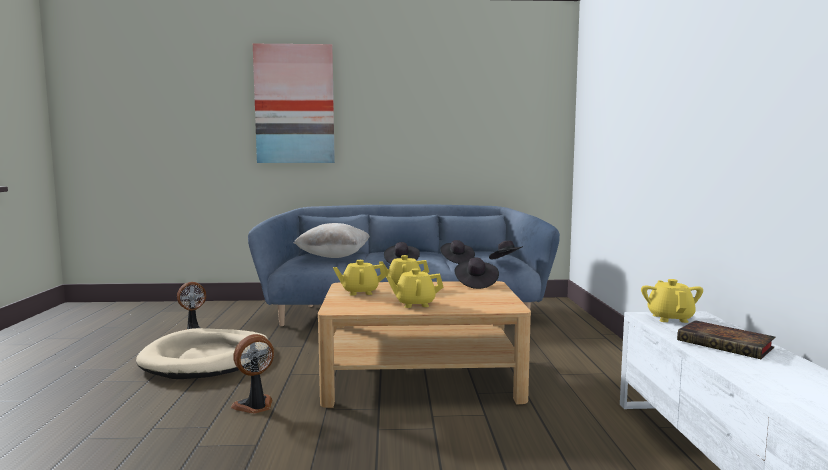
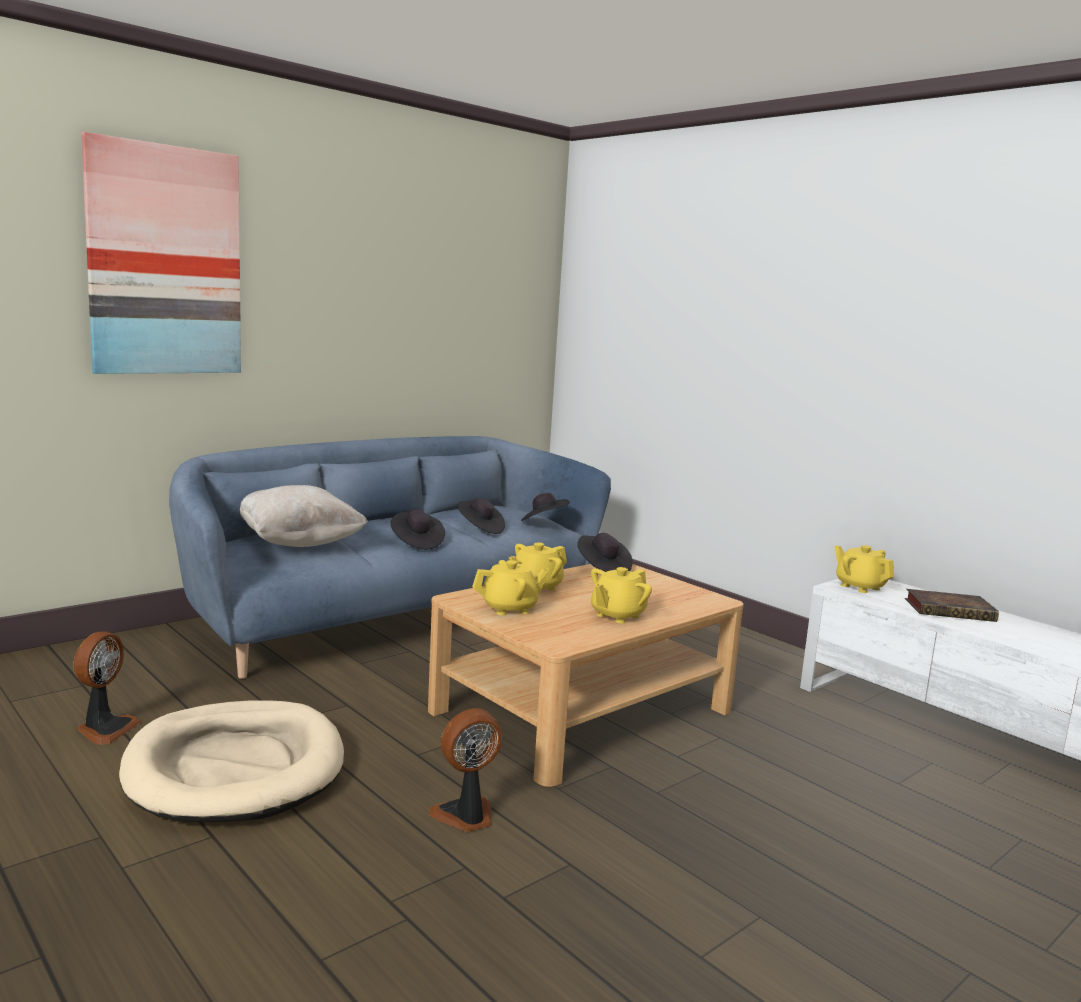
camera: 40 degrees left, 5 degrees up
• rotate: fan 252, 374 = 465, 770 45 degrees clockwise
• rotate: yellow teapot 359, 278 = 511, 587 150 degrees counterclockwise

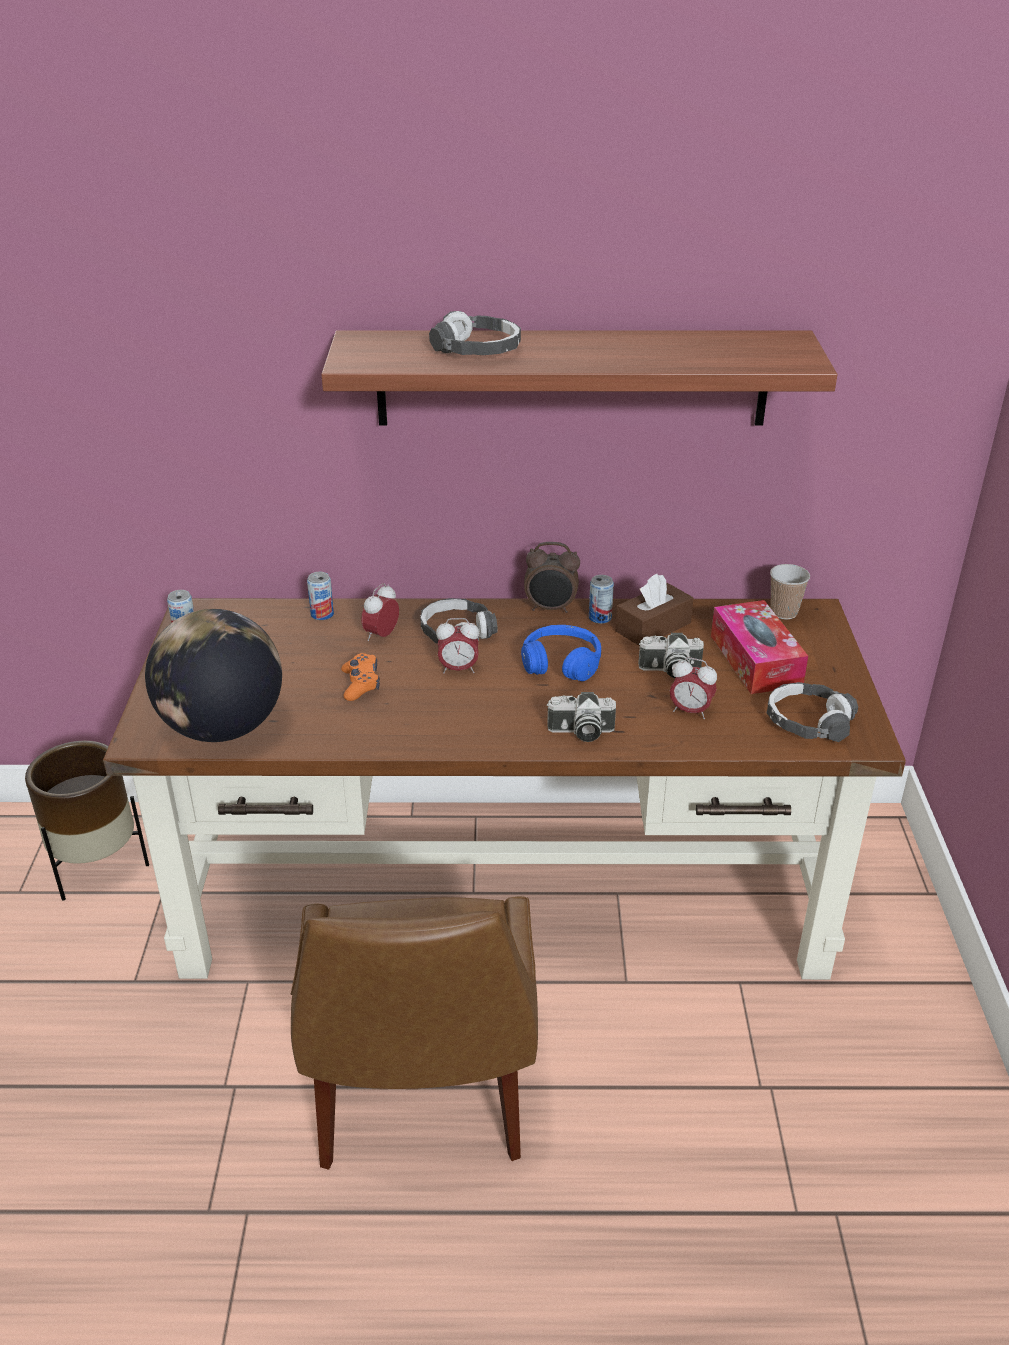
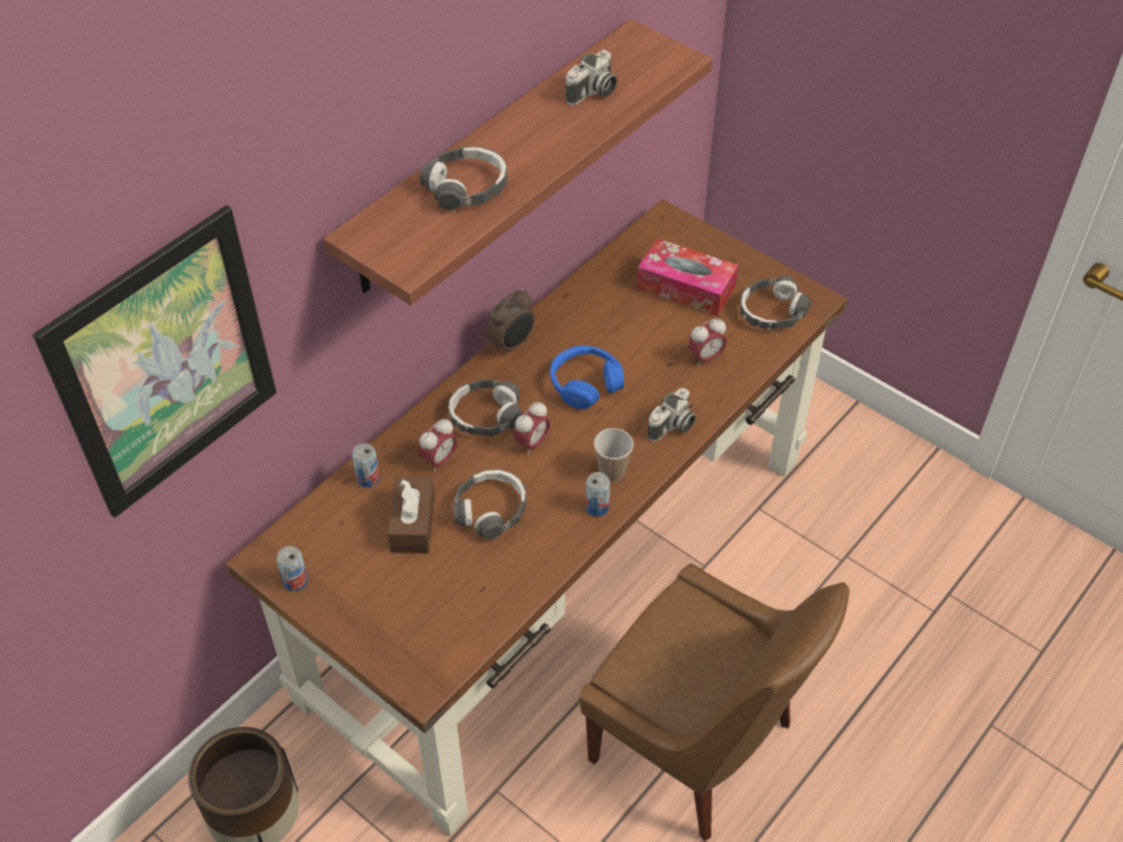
camera: 50 degrees left, 15 degrees up
• insert: picture 155, 361
• move: brown tissue box 655, 610 to 411, 515
• rotate: alarm clock 380, 612 = 437, 445 120 degrees counterclockwise
• replace: orange game controller 360, 677 to headphones 489, 504
• move: photo camera 671, 655 to 591, 77
• move: can 601, 599 to 598, 494
• move: cup 790, 591 to 614, 455
• delete: globe 213, 675

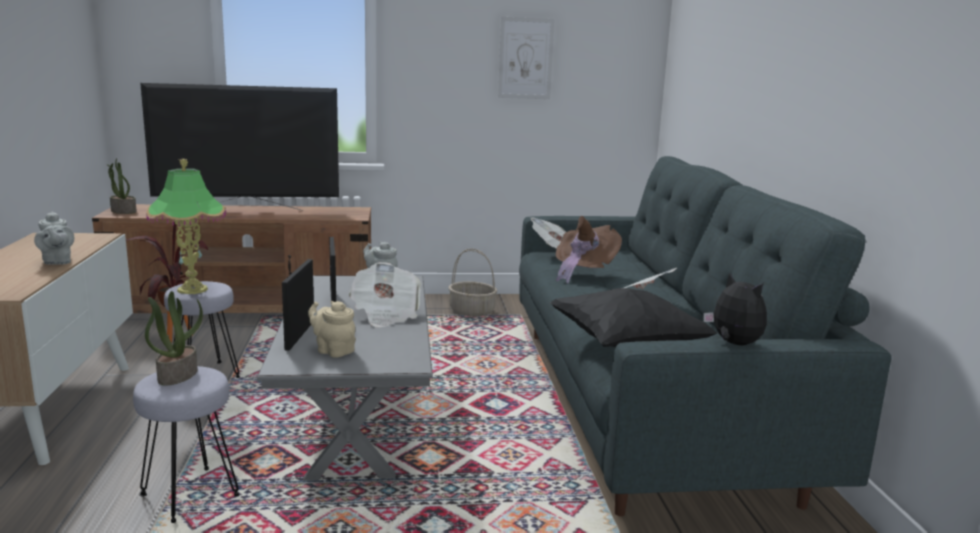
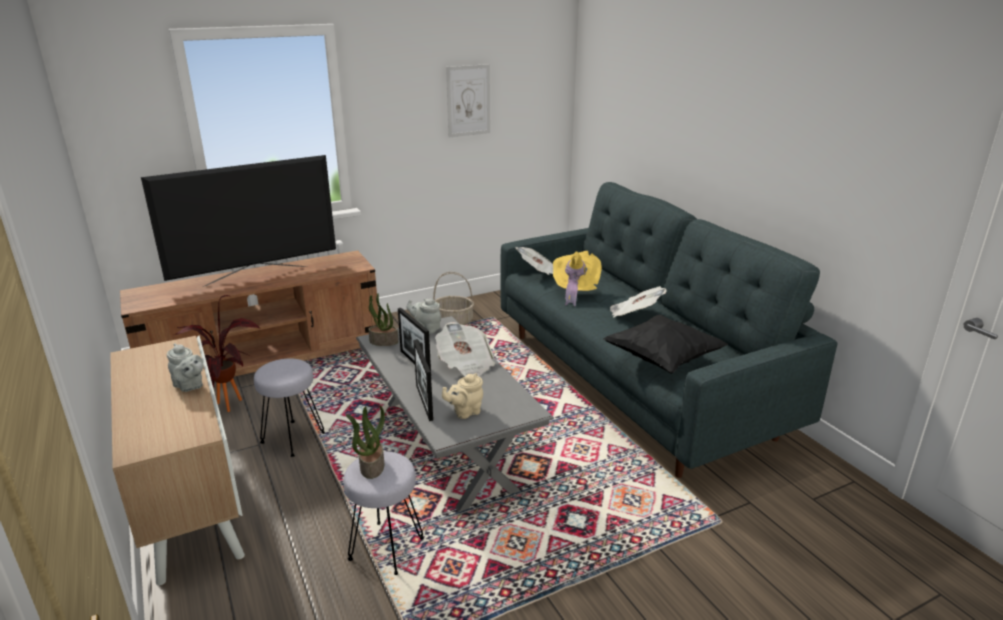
camera: 20 degrees left, 10 degrees up
• move: potted plant 122, 186 to 383, 319
• rotate: beige teapot 332, 329 = 462, 396 45 degrees counterclockwise
• recolor: brown hat 589, 250 to yellow hat 577, 279
• delete: table lamp 186, 226
• delete: plush toy 735, 309

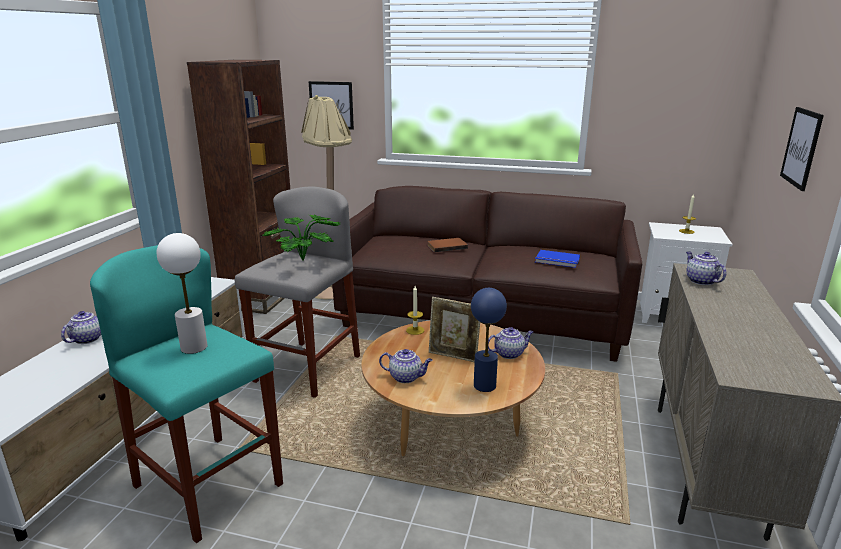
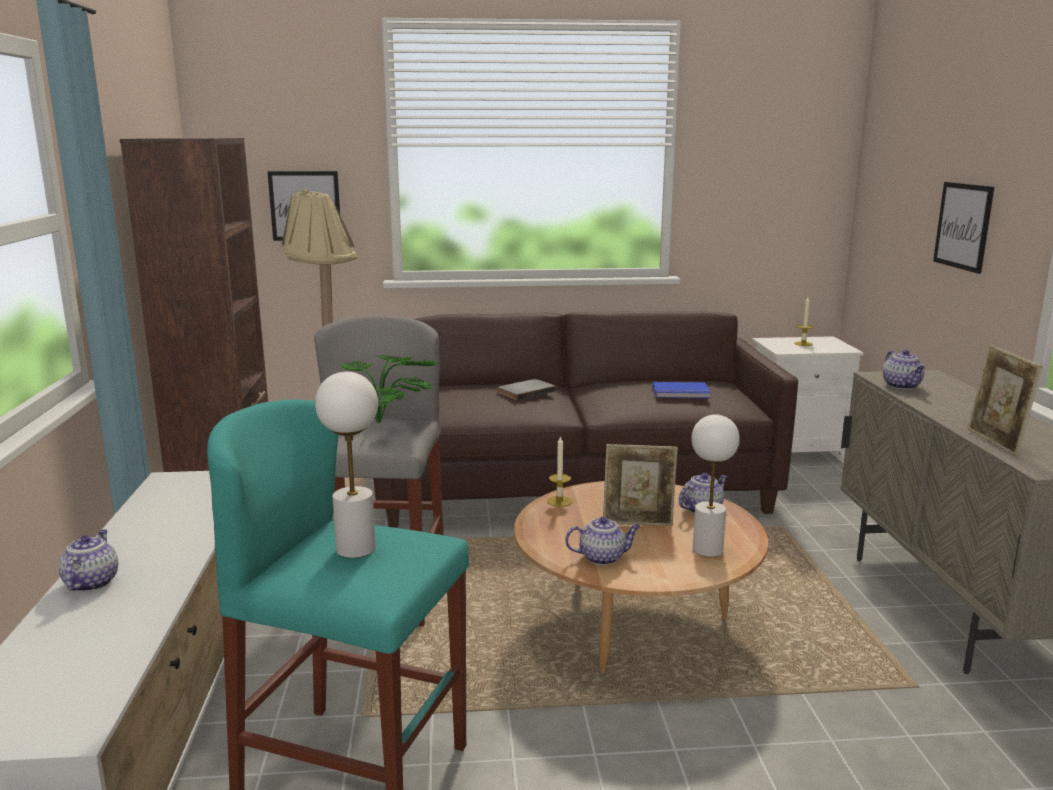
camera: 20 degrees left, 5 degrees down
• recolor: brown book 447, 245 to grey book 527, 389
• recolor: blue table lamp 489, 340 to white table lamp 715, 485
• rotate: teapot 706, 268 = 904, 370 150 degrees counterclockwise
• insert: picture frame 1005, 400

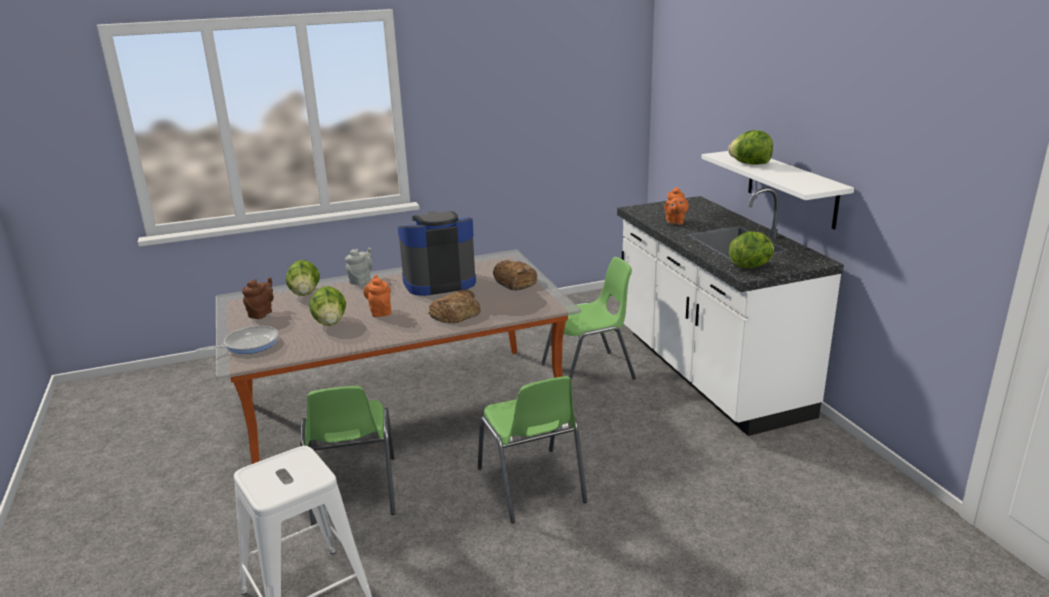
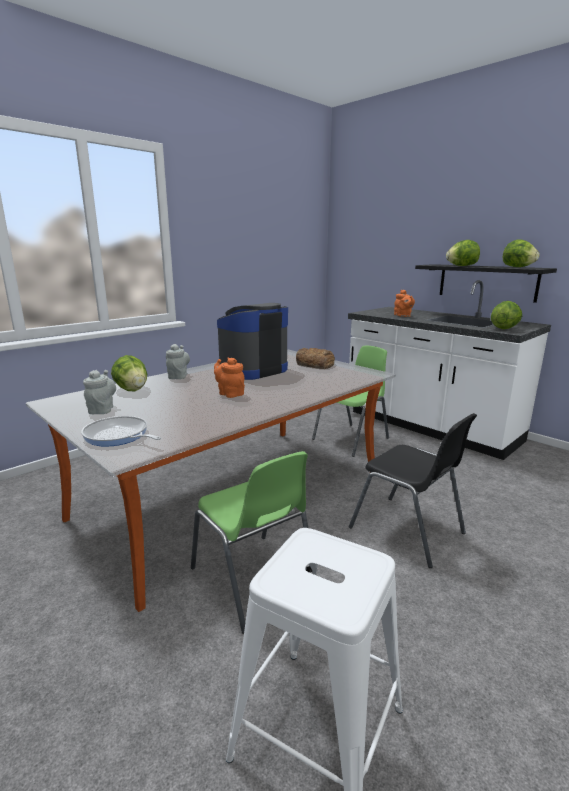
camera: 25 degrees left, 5 degrees down
• rotate: frying pan 237, 340 = 121, 431 90 degrees counterclockwise
• recolor: brown teapot 258, 298 to grey teapot 99, 392
• recolor: green chair 532, 449 to black chair 413, 490
• recolor: white shelf 777, 190 to black shelf 486, 283
• move: lettuce 328, 306 to 521, 253
• delete: bread 454, 306

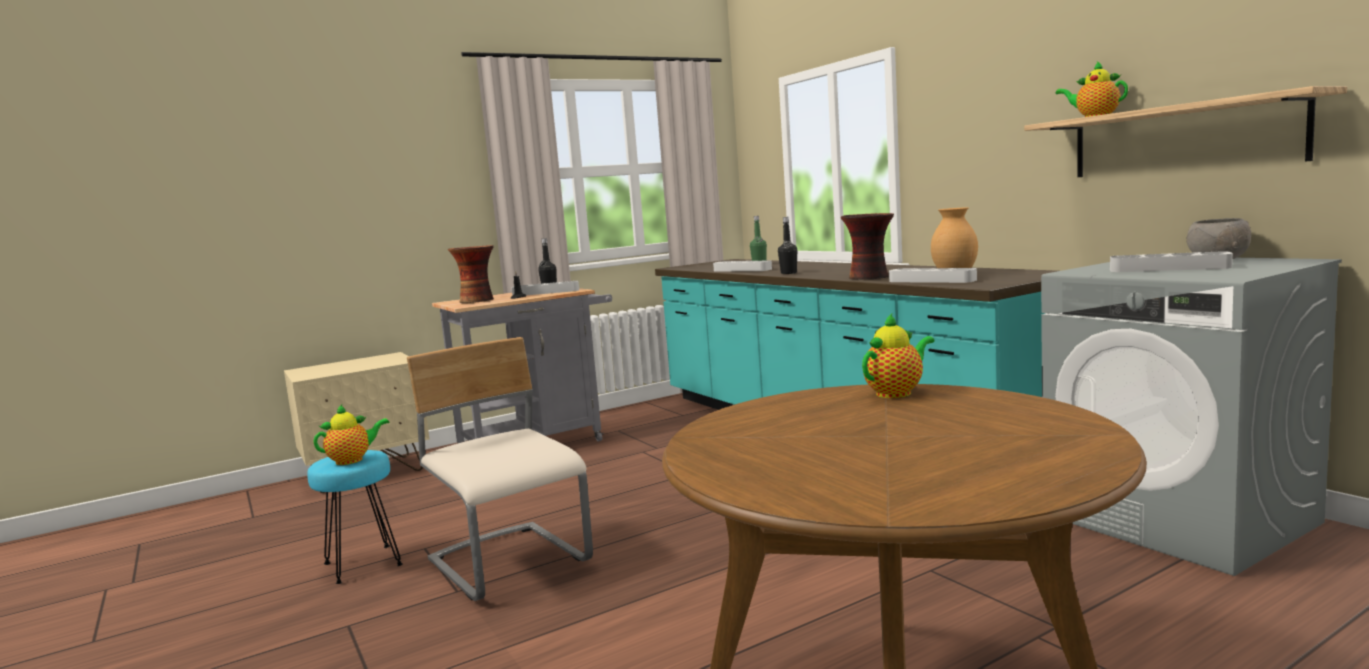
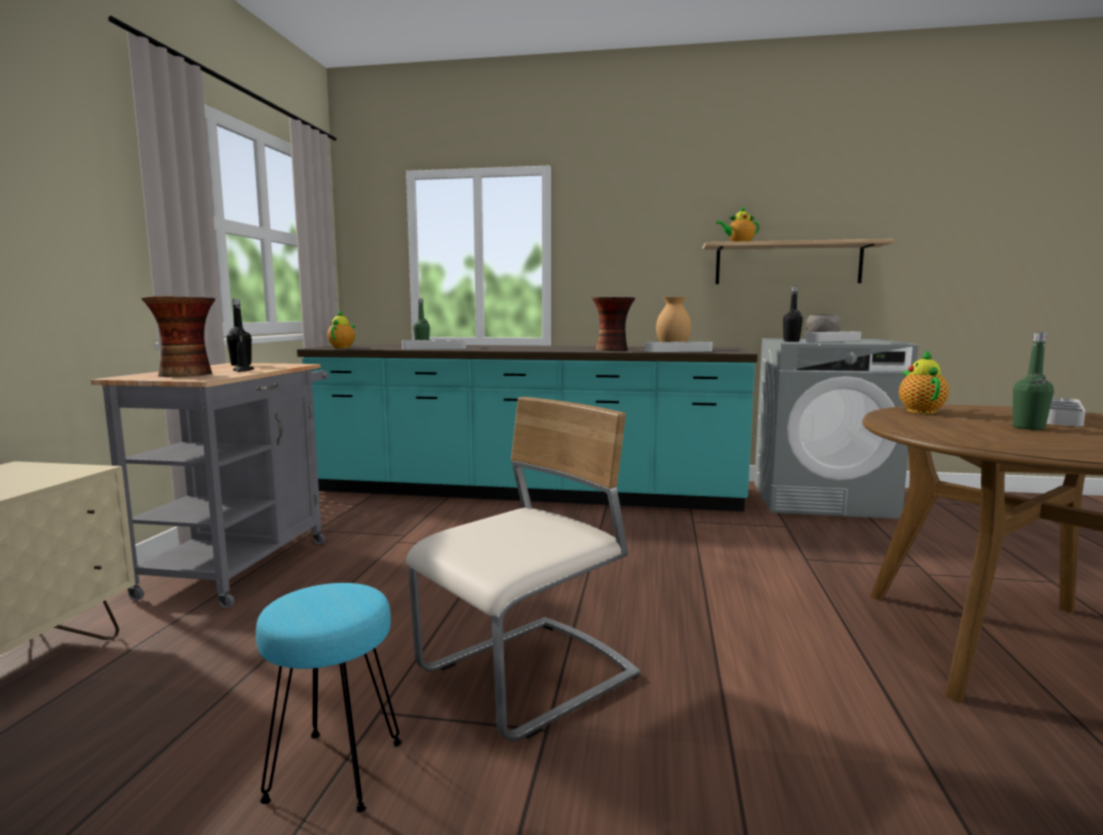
camera: 50 degrees left, 0 degrees up
• move: teapot 351, 434 to 341, 329
• rotate: beige chair 500, 469 = 523, 569 135 degrees clockwise
• move: black bottle 787, 245 to 793, 314
• insert: green bottle 1033, 381
• move: grey tray 545, 288 to 1066, 412

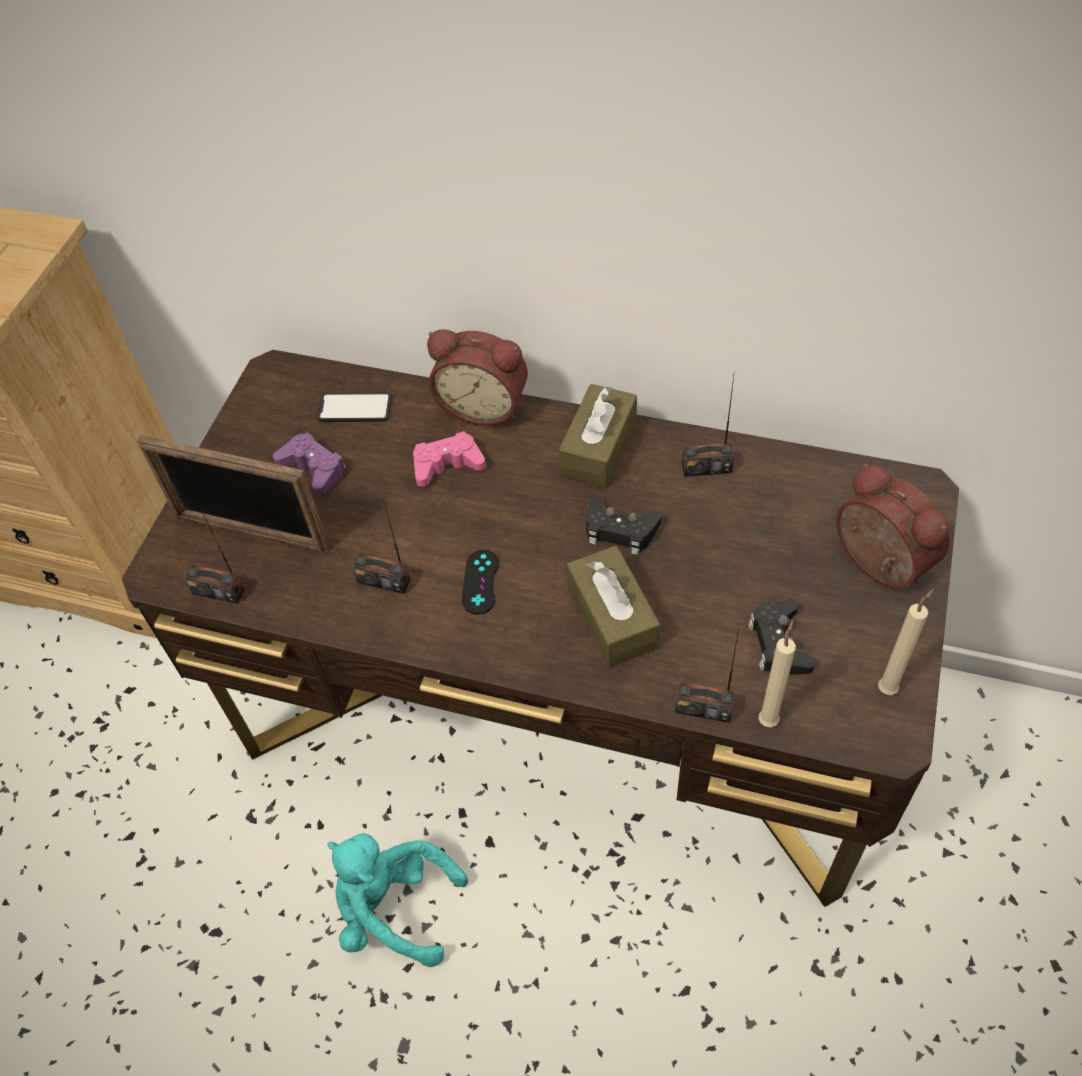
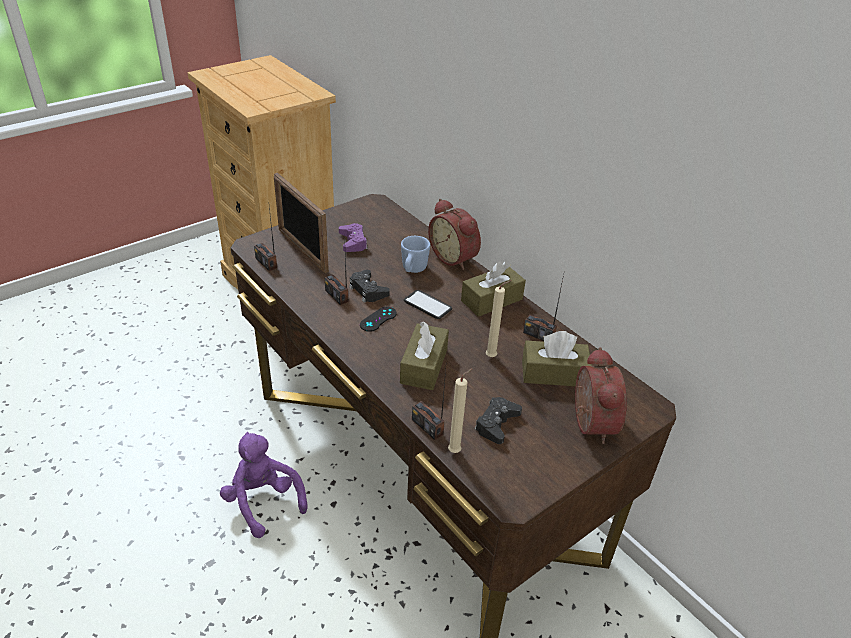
camera: 30 degrees right, 15 degrees down
• recolor: turquoise plush toy 397, 900 to purple plush toy 264, 485
• move: black game controller 623, 525 to 369, 286
• replace: pink game controller 449, 459 to blue mug 415, 254
• move: phone 354, 407 to 428, 304
• move: beige candle 906, 642 to 498, 318
• insert: brown tissue box 557, 358

